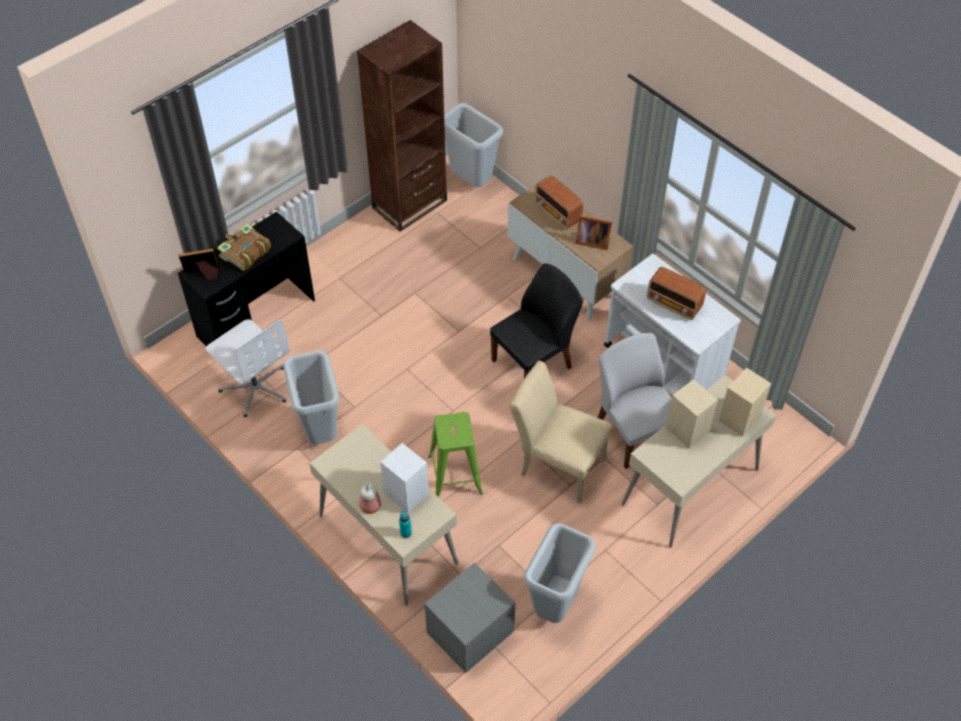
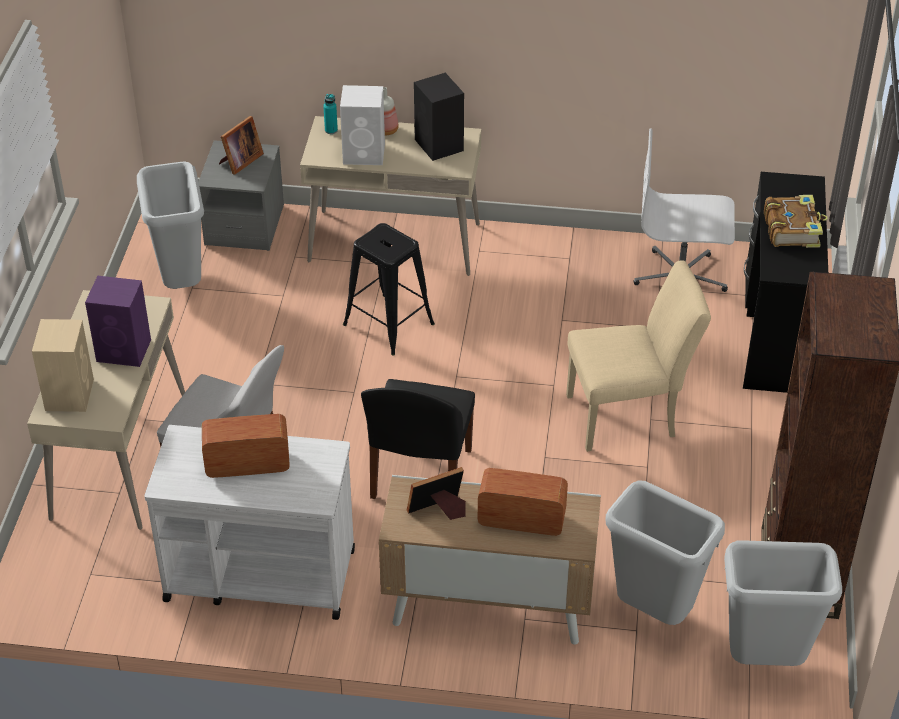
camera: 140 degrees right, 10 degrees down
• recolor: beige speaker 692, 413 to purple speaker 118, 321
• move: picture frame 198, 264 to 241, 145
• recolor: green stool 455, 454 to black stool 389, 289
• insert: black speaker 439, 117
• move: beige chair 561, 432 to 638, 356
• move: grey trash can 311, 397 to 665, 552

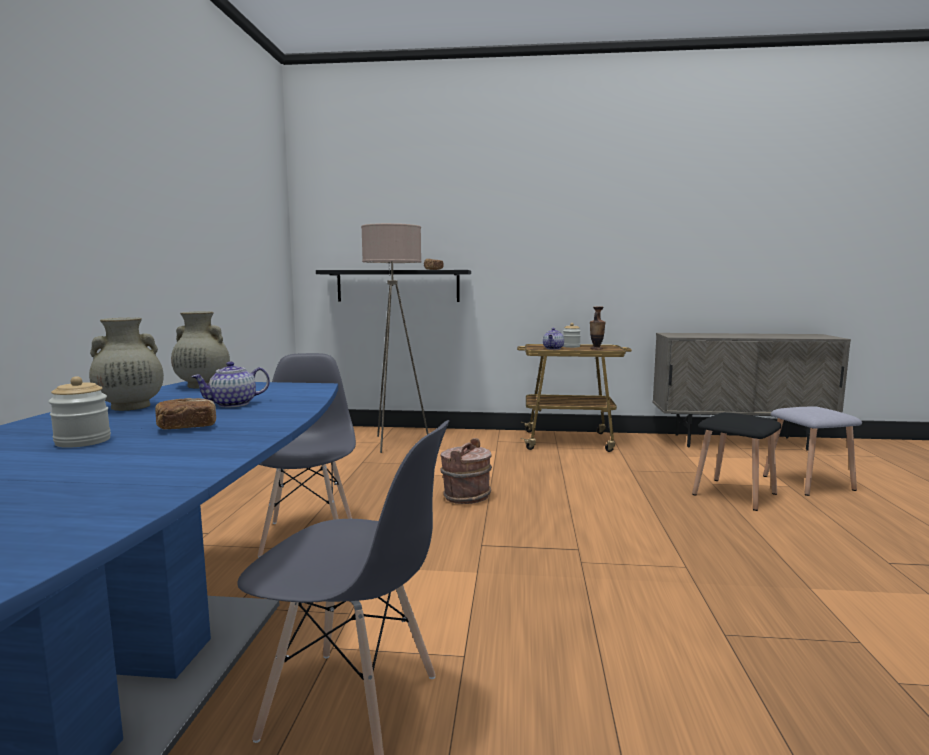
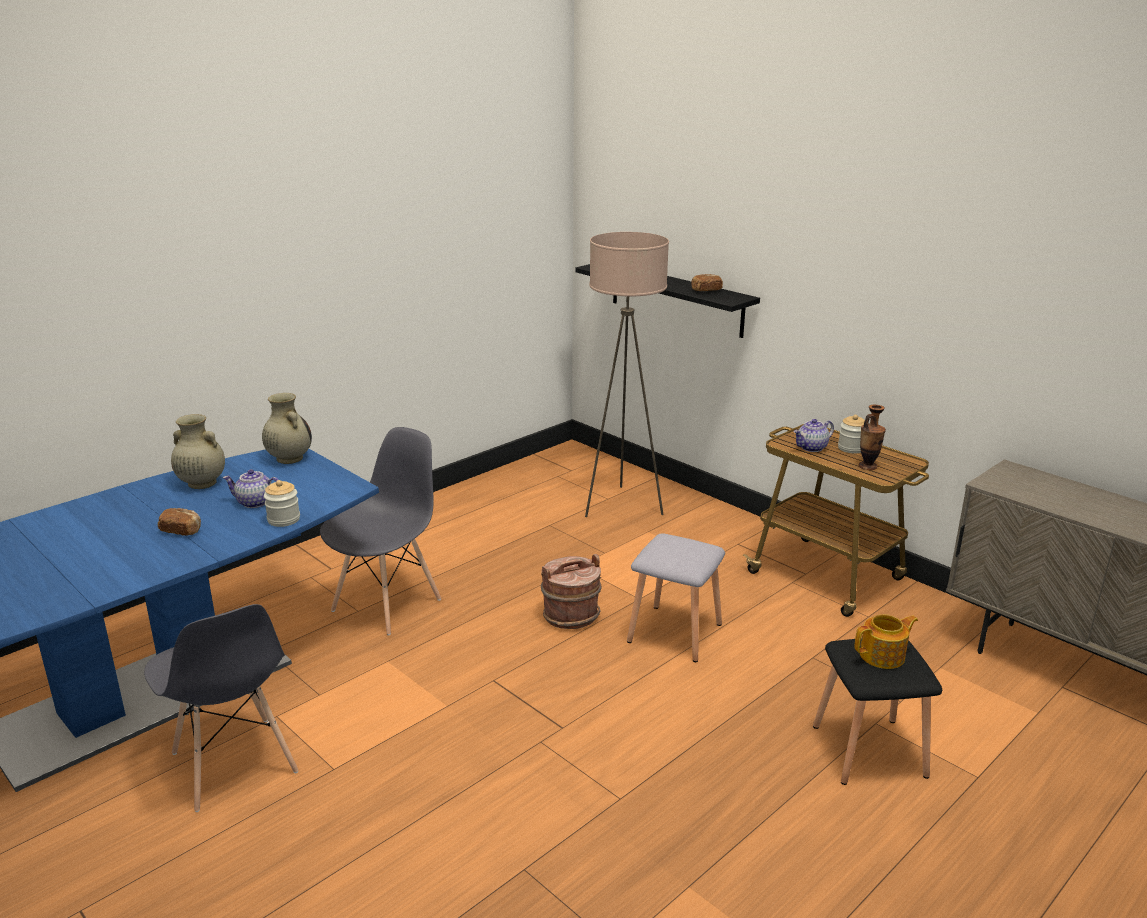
camera: 40 degrees right, 15 degrees up
• move: jar 79, 412 to 282, 503
• move: grey stool 812, 451 to 676, 597
• insert: teapot 886, 641

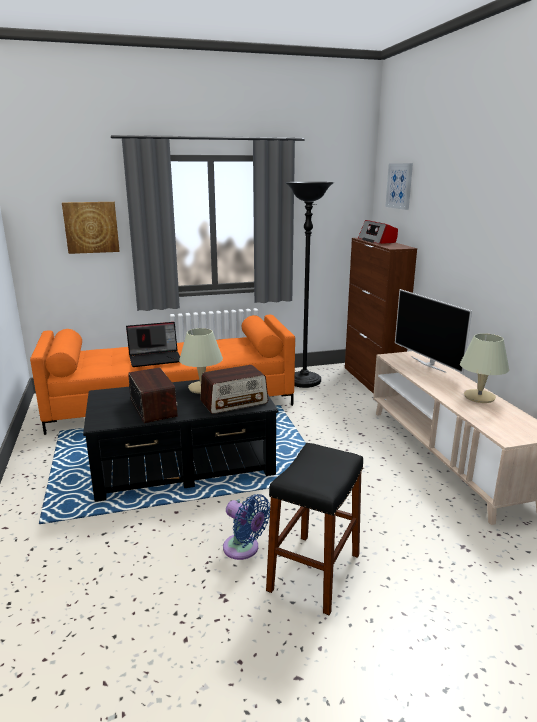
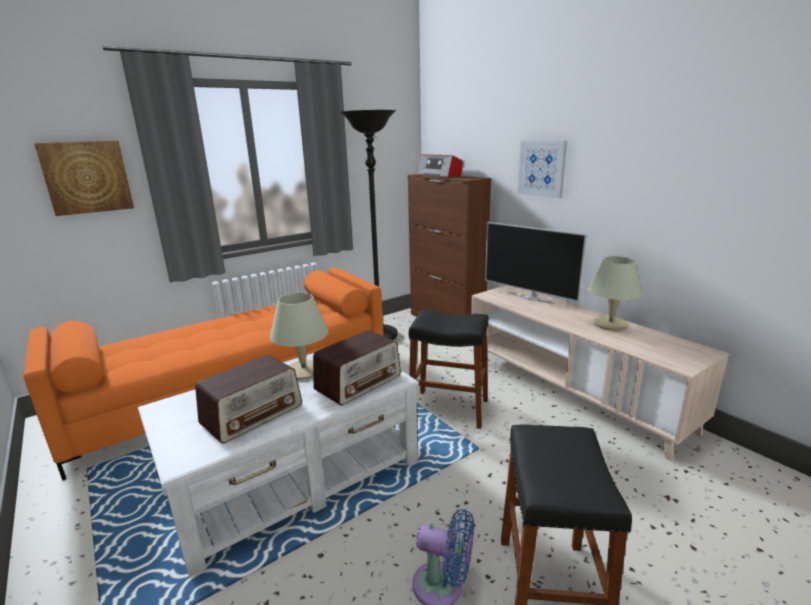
camera: 20 degrees left, 0 degrees up
• recolor: black coffee table 180, 441 to white coffee table 278, 465
• rotate: radio 153, 395 = 248, 399 90 degrees clockwise
• insert: black stool 449, 369
• move: picture 399, 186 to 542, 169
• delete: laptop 153, 344

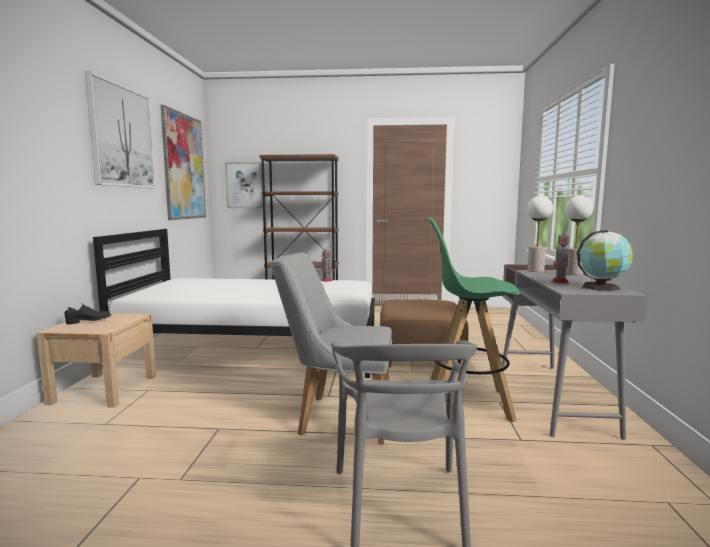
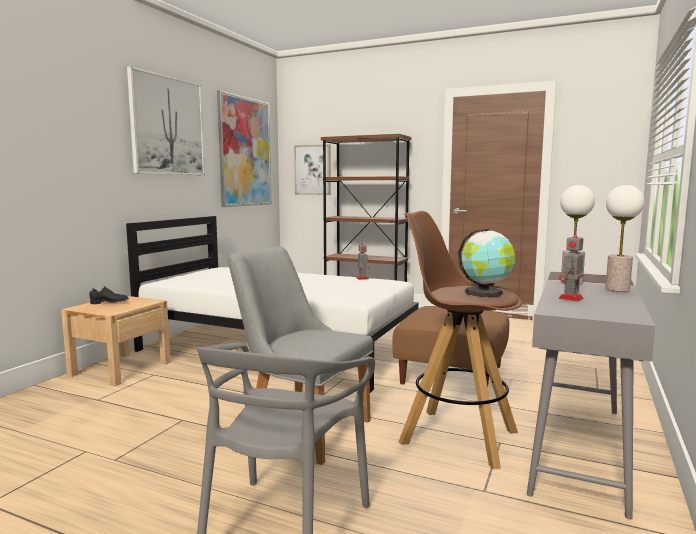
camera: 20 degrees right, 0 degrees up
• recolor: green stool 473, 319 to brown stool 460, 340
• move: globe 605, 260 to 486, 262

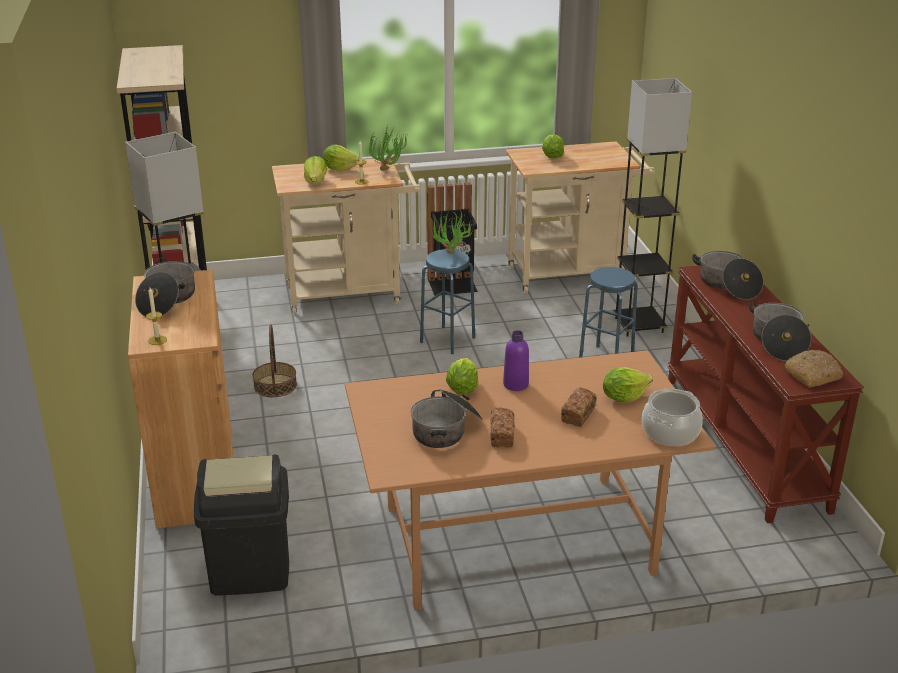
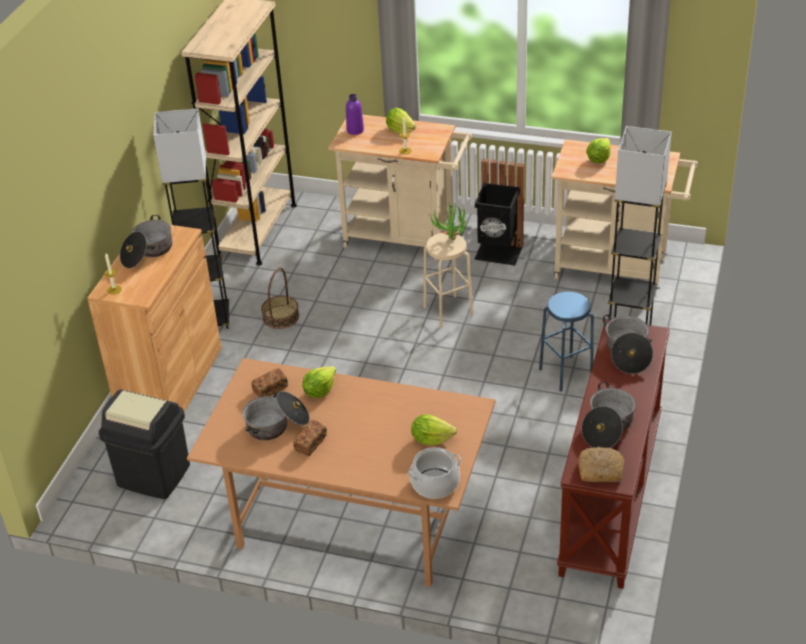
camera: 30 degrees right, 10 degrees up
• move: bread 579, 407 to 269, 382
• move: purple bottle 516, 360 to 355, 114
• recolor: blue stool 447, 301 to beige stool 448, 280
• delete: lettuce 315, 170
• delete: potted plant 388, 148

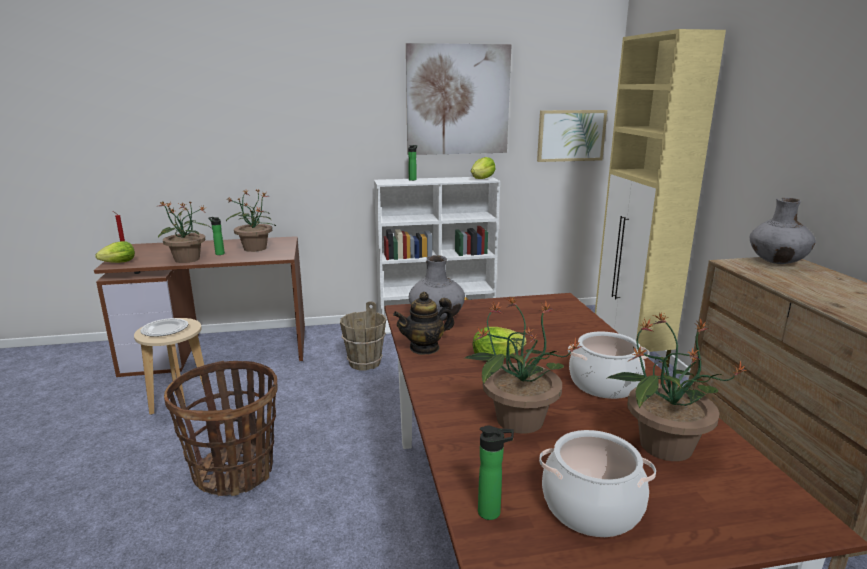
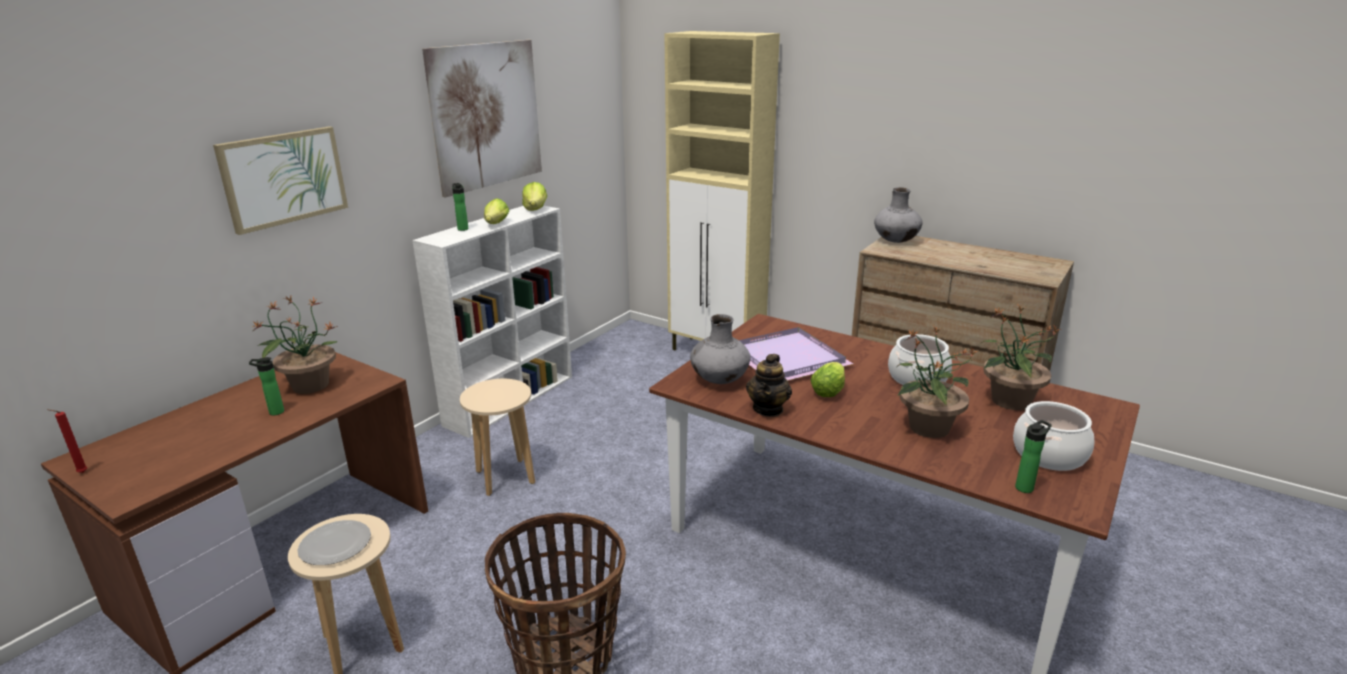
camera: 45 degrees left, 5 degrees up
• move: picture 572, 136 to 280, 180
• replace: brown bucket 363, 336 to beige stool 497, 437
• move: lettuce 115, 252 to 496, 211
• insert: purple tray 796, 354
• delete: potted plant 184, 232

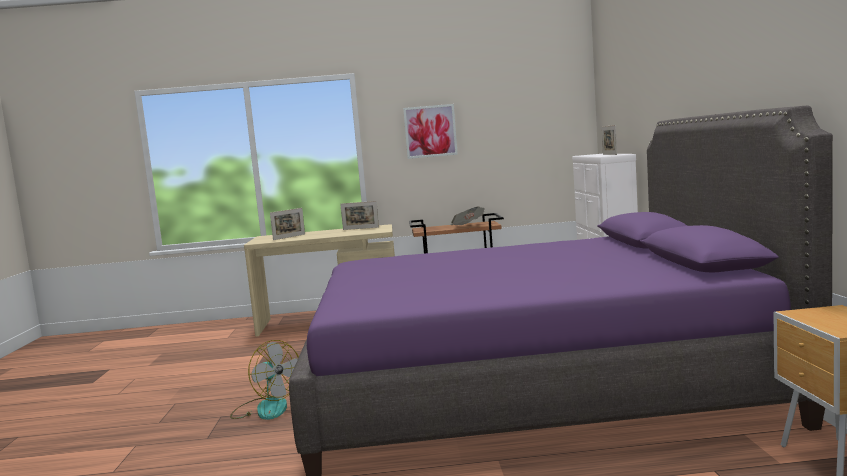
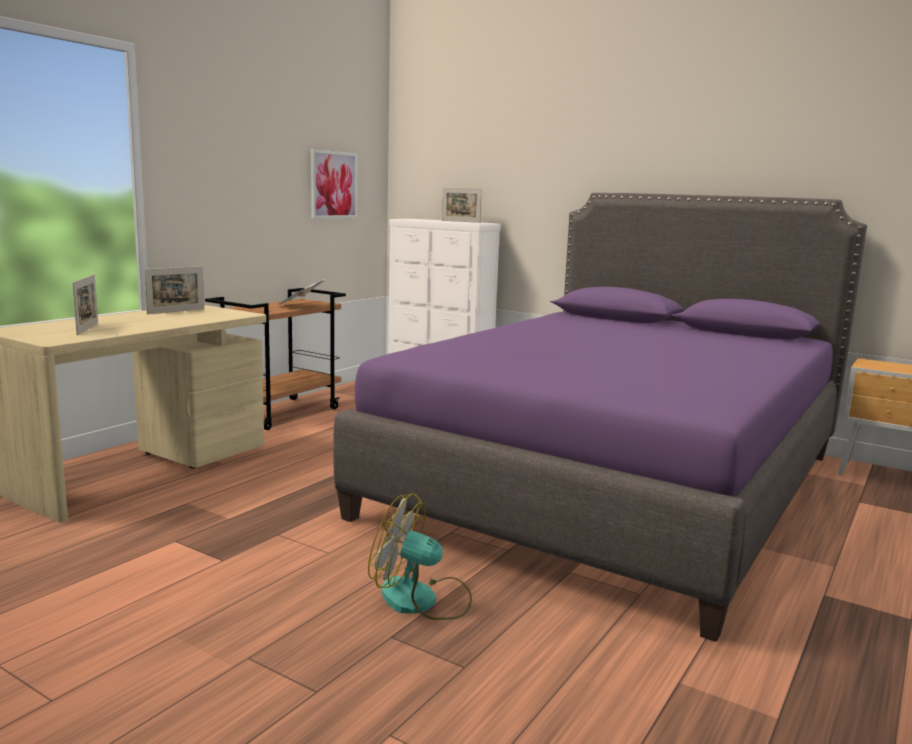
camera: 55 degrees left, 5 degrees up
• move: picture 430, 131 to 334, 184
• rotate: fan 264, 380 = 420, 556 150 degrees counterclockwise

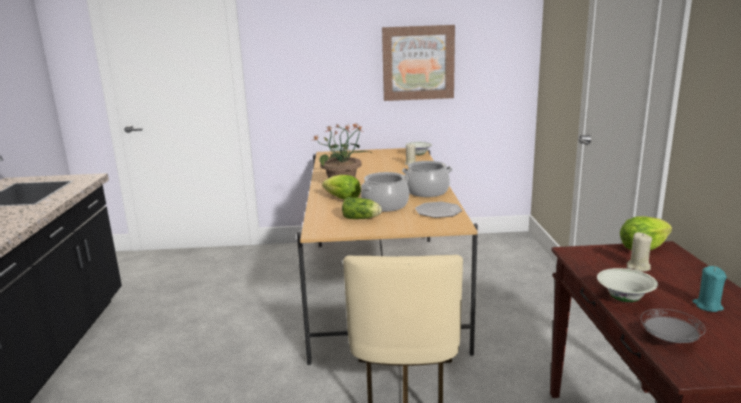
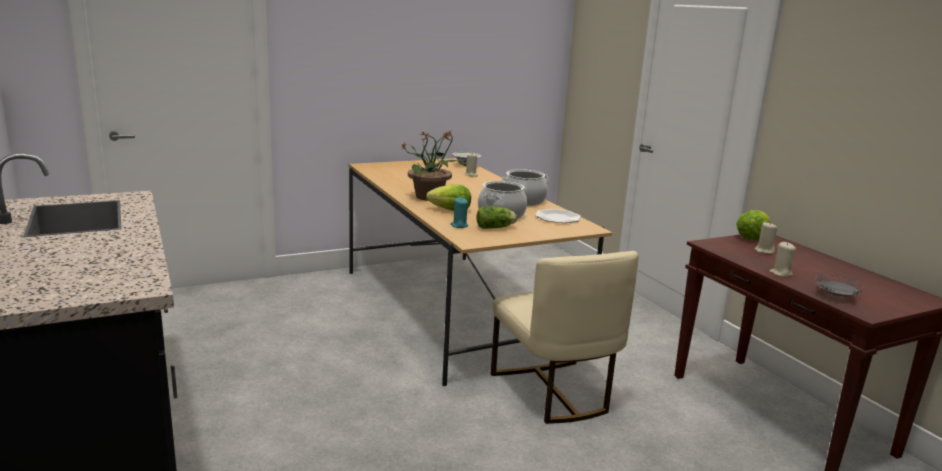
camera: 25 degrees left, 0 degrees up
• move: turquoise candle 709, 289 to 459, 212
• replace: white bowl 627, 285 to beige candle 782, 259
• delete: picture 418, 63

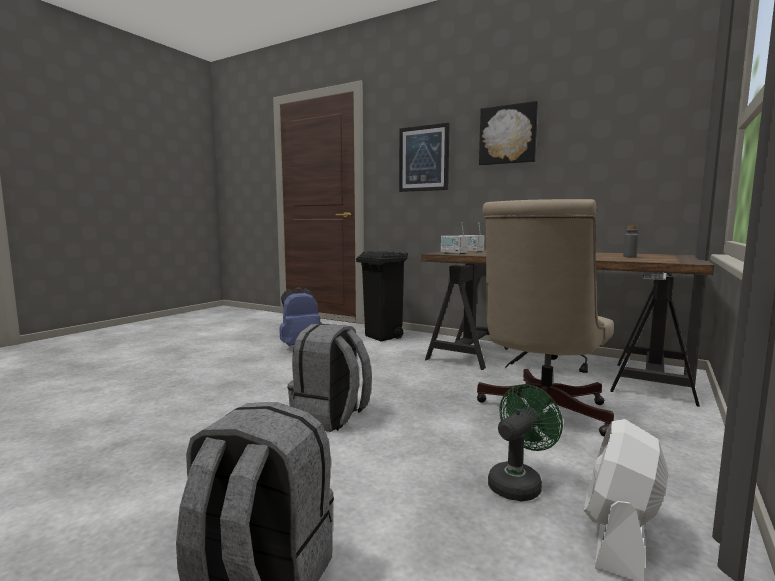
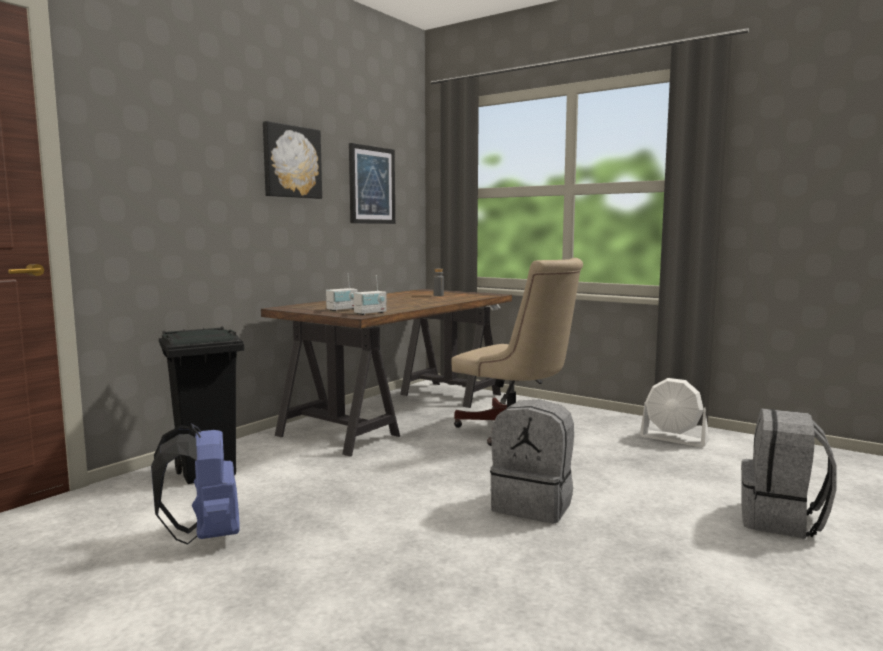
camera: 85 degrees left, 0 degrees up
• move: picture 424, 157 to 372, 183
• delete: green fan 525, 443

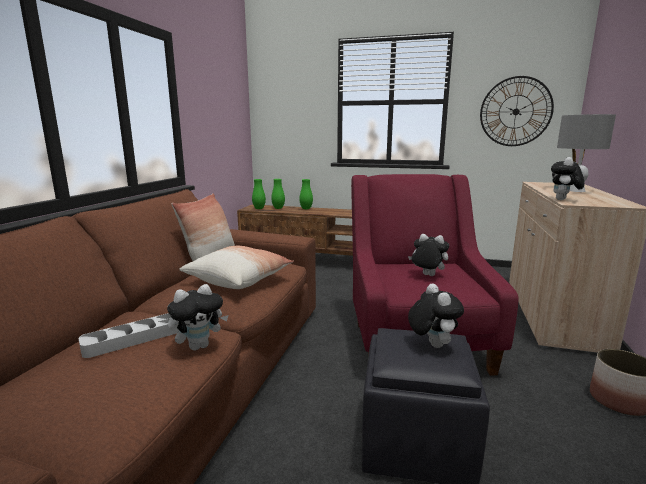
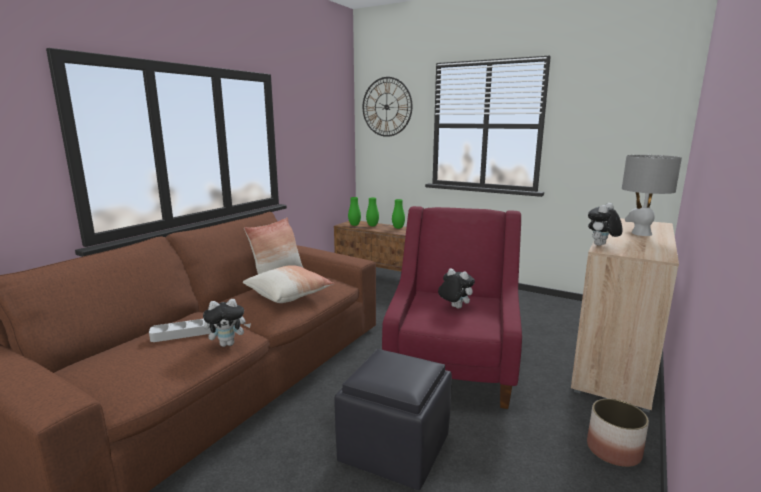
camera: 15 degrees right, 0 degrees up
• move: wall clock 517, 111 to 387, 107
• delete: plush toy 436, 316

